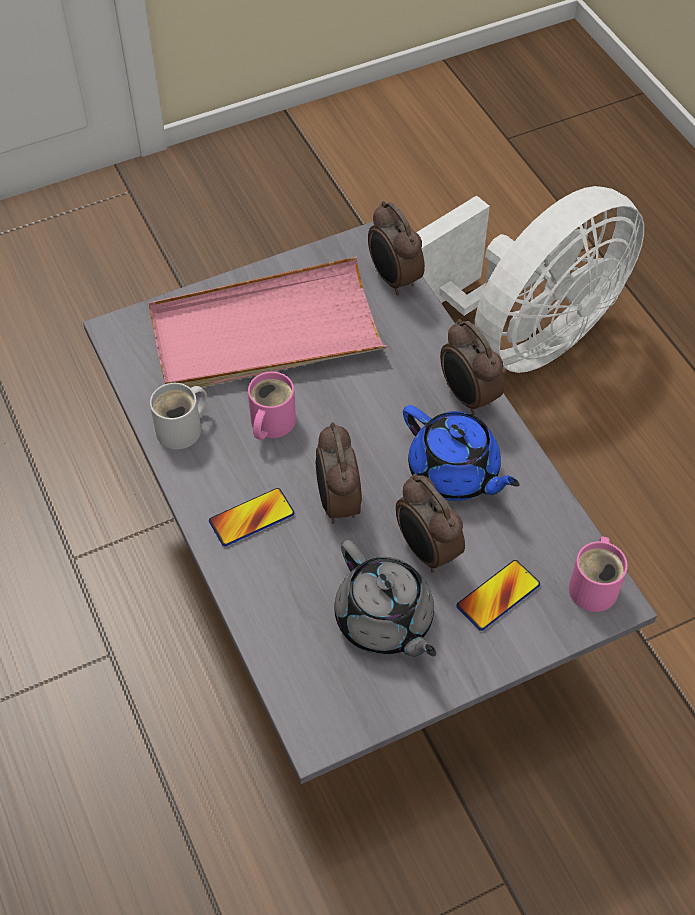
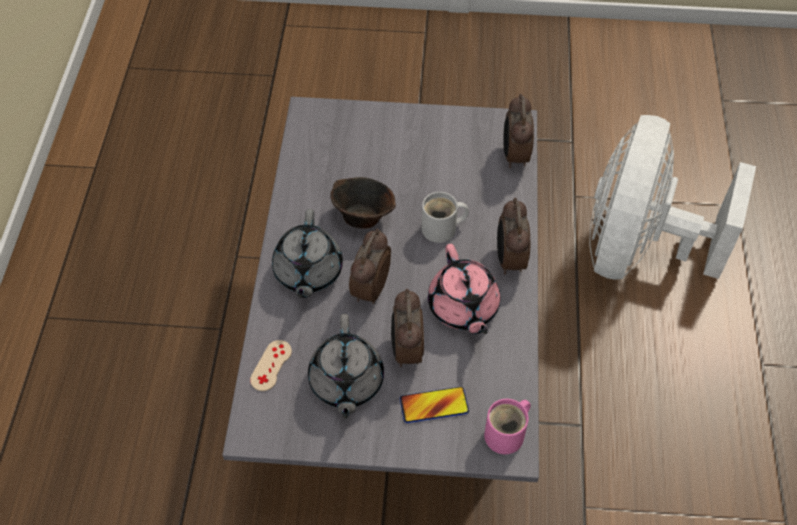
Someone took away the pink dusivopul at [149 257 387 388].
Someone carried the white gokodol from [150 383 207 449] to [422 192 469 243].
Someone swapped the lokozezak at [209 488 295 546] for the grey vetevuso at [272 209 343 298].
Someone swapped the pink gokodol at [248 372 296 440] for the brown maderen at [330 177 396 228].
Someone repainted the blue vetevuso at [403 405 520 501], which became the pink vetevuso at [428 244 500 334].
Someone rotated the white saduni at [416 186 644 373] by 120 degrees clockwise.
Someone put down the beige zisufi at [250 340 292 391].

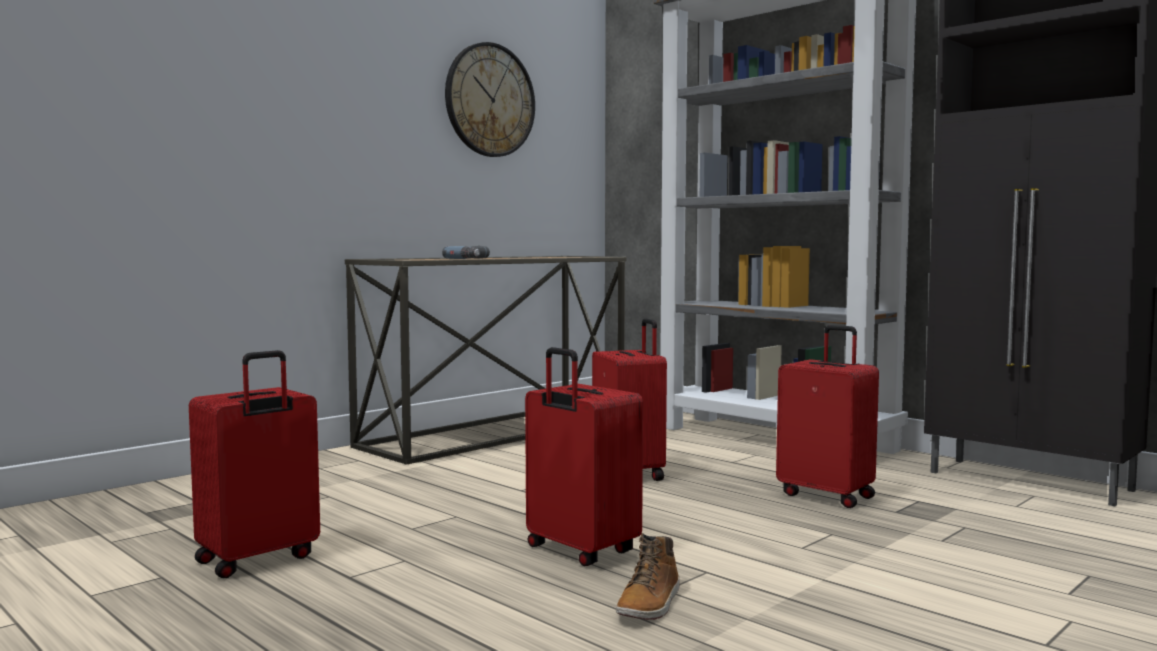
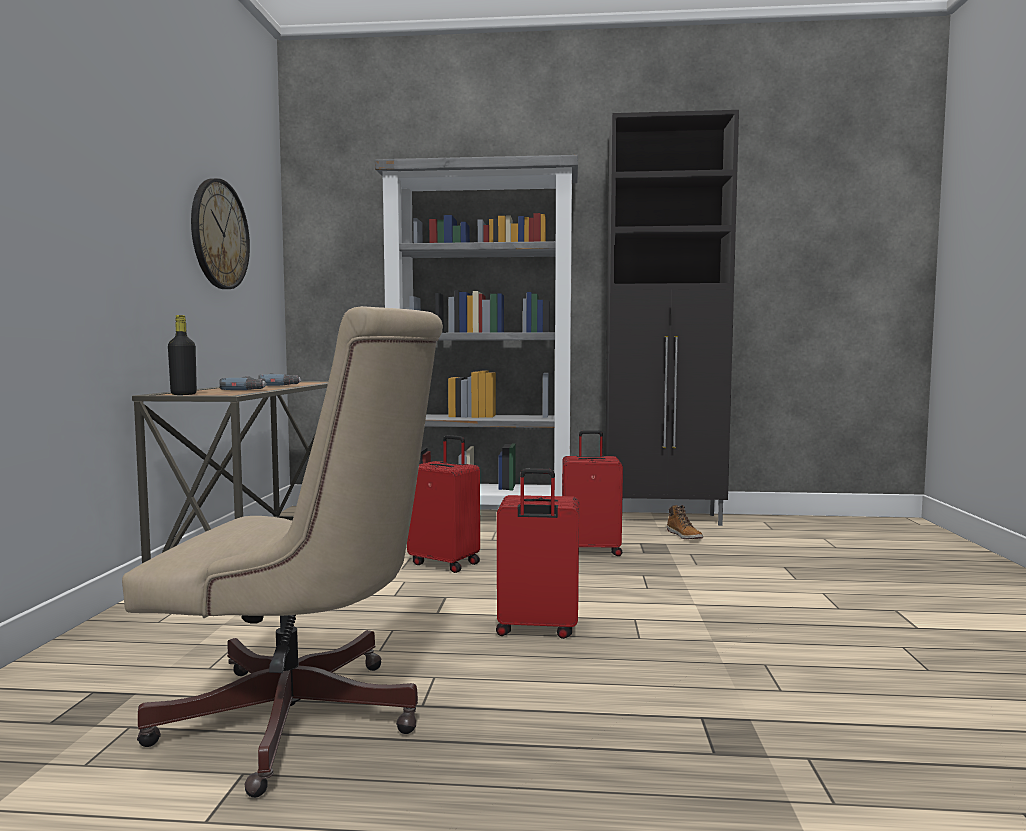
Someone swapped the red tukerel at [189 350 320 578] for the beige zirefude at [122 306 443 798].
Someone carried the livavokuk from [616 533 680 620] to [667 505 703 539].
Someone put down the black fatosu at [168 315 197 395].
Someone put down the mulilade at [258 373 301 386].

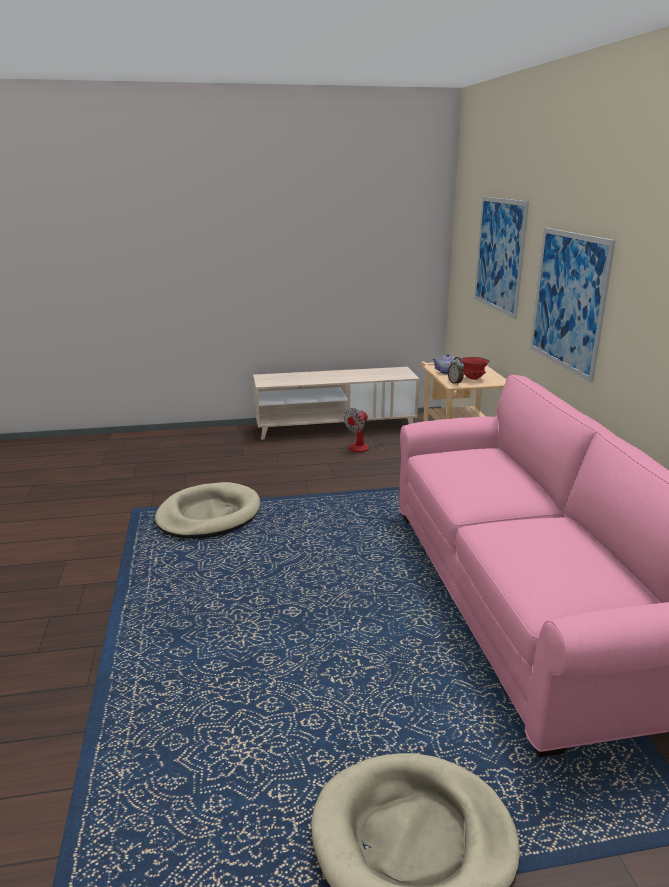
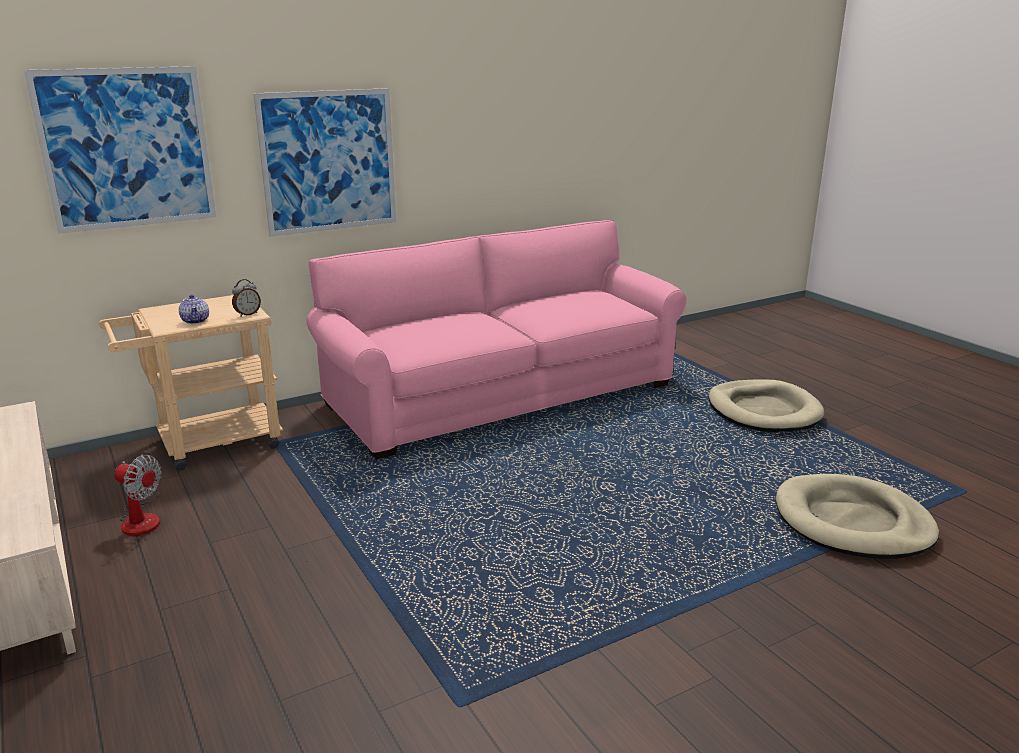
Someone carried the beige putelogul from [155 482 260 538] to [776 474 939 559].
Someone took away the red maderen at [461 357 490 380].

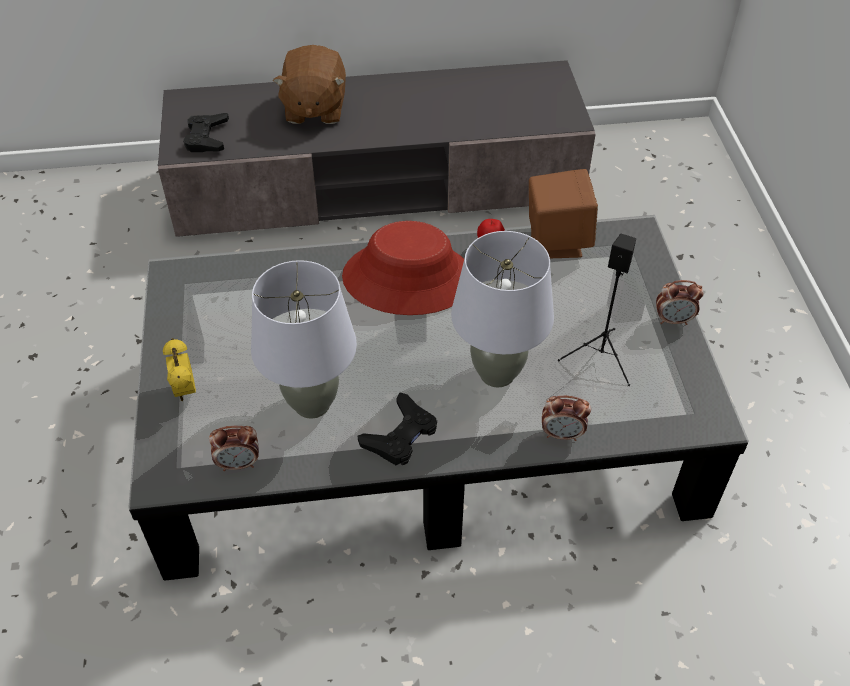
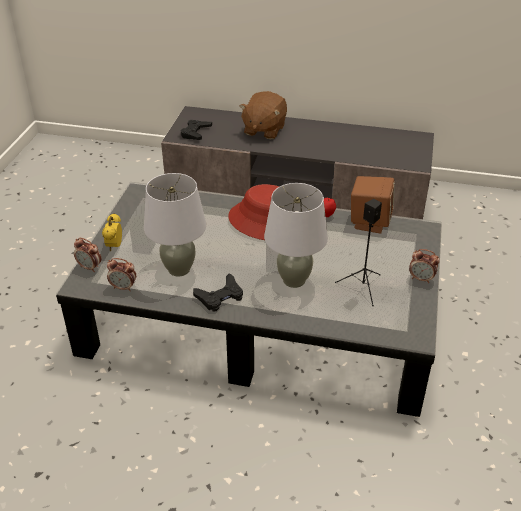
Someone carried the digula from [542 396 591 441] to [74 238 101 272].

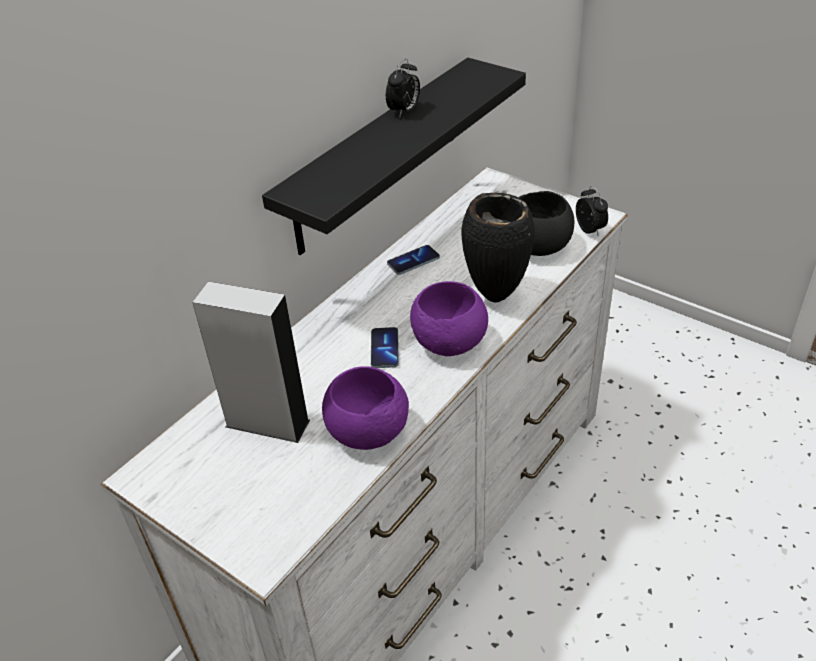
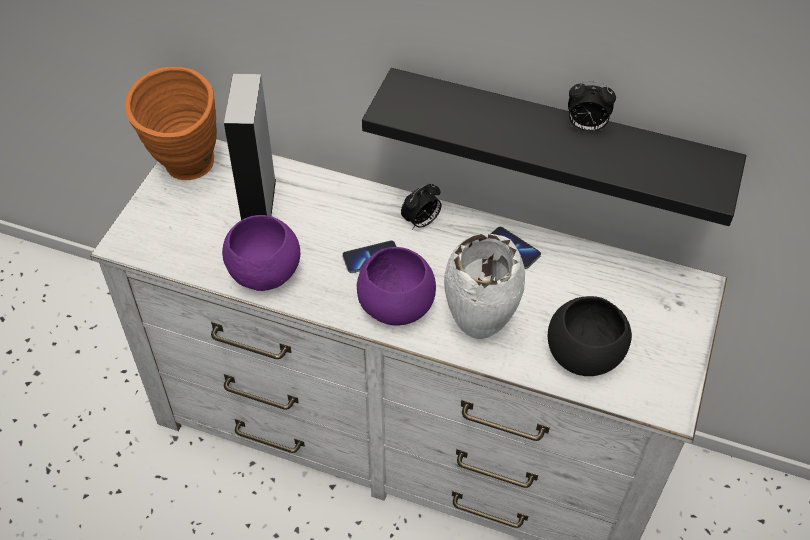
Someone repainted the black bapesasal at [461 193 535 302], which became the white bapesasal at [444 234 525 339].
Someone carried the digula from [576 186 608 236] to [401 183 441 230].
Someone put down the orange bapesasal at [125 67 217 180].

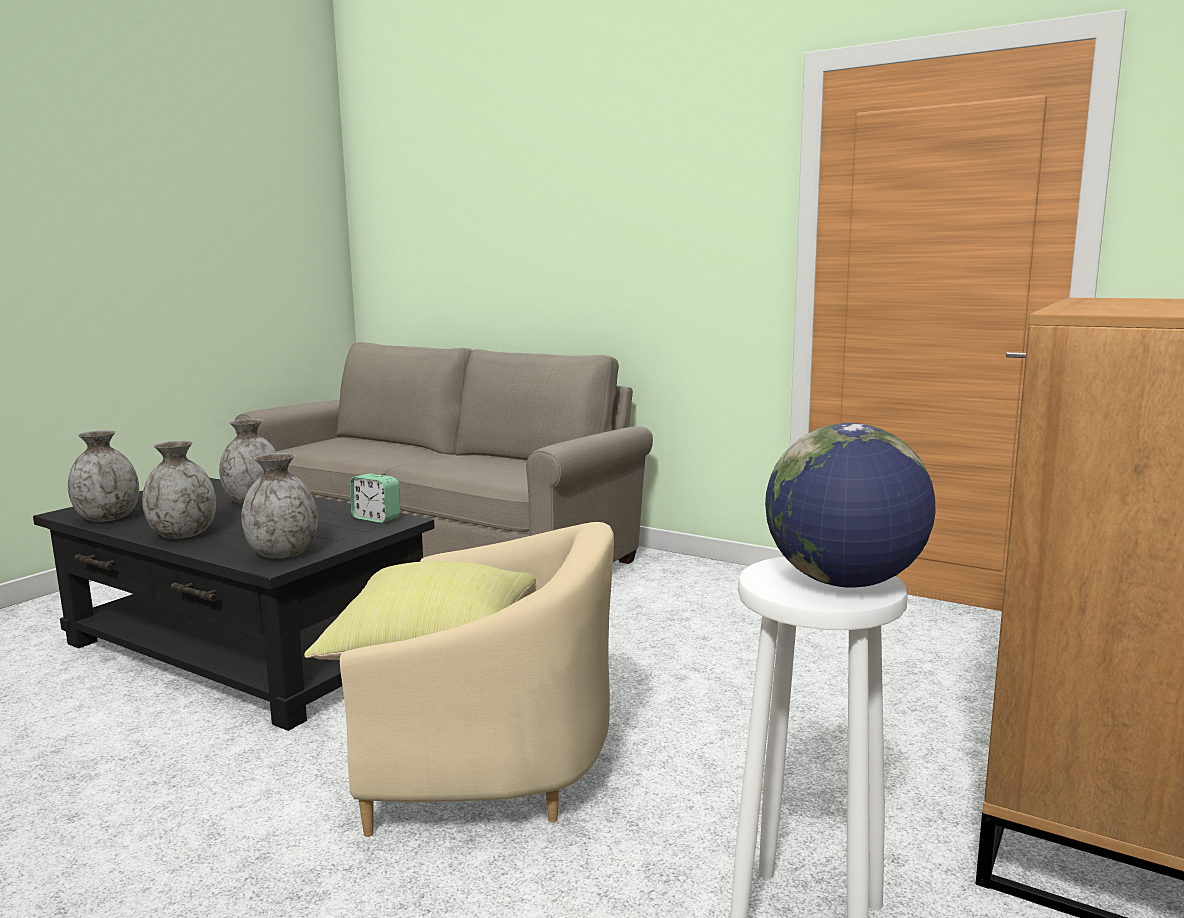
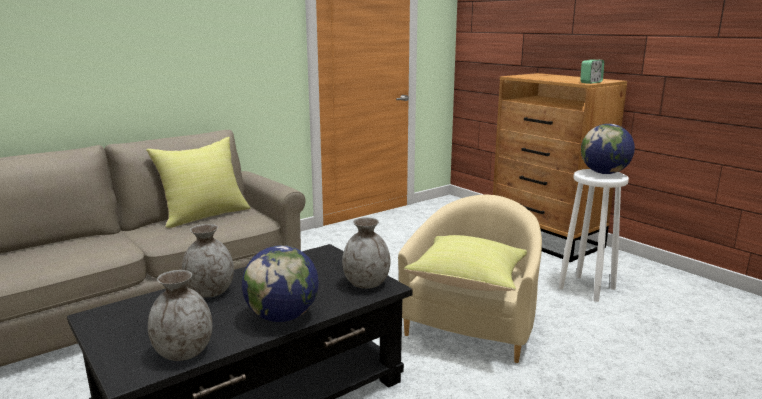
Someone swapped the grey bapesasal at [142 441 216 539] for the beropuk at [242 245 319 322].
Someone carried the digula from [350 473 400 523] to [580 59 604 84].
Someone put down the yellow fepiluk at [146 137 251 228].

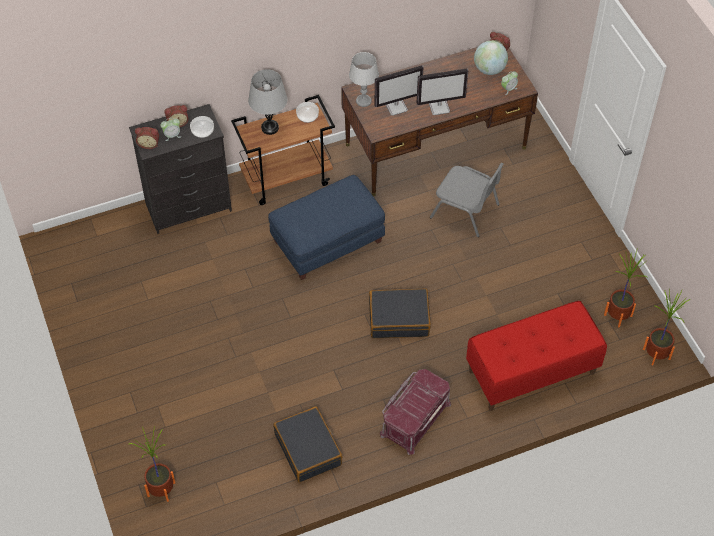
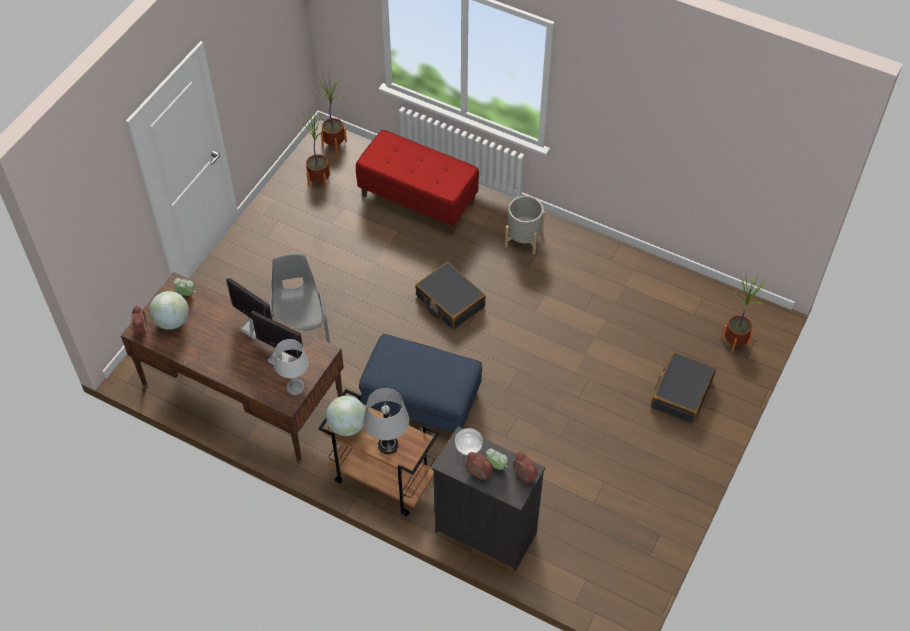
Someone carried the black tukerel from [273 406 343 483] to [651 352 716 424].
Someone swapped the maderen at [296 102 319 123] for the beropuk at [326 396 365 436].
Someone swapped the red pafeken at [380 369 451 455] for the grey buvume at [505 196 545 254].

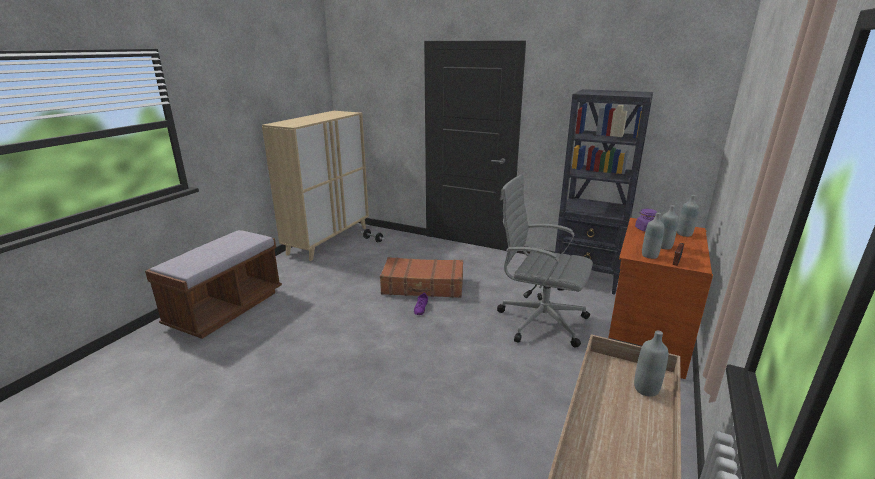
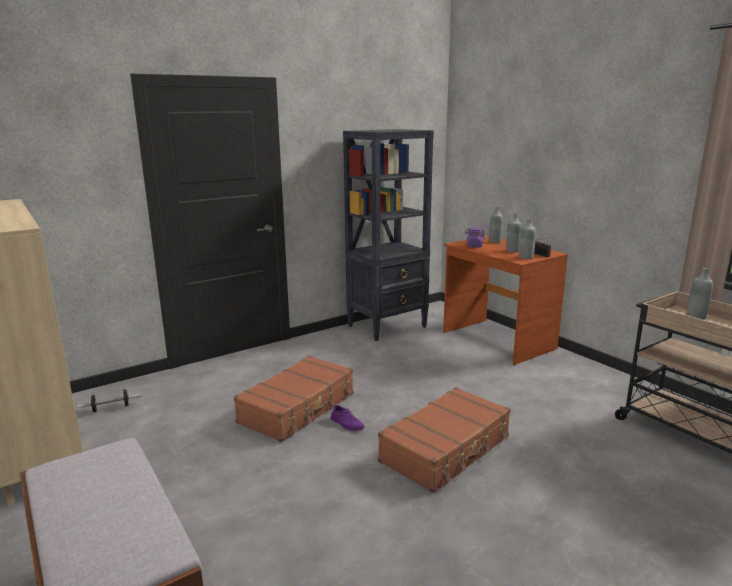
Someone took away the grey zirefude at [497 175 593 348].
Someone put down the brown tukerel at [378 387 511 493].

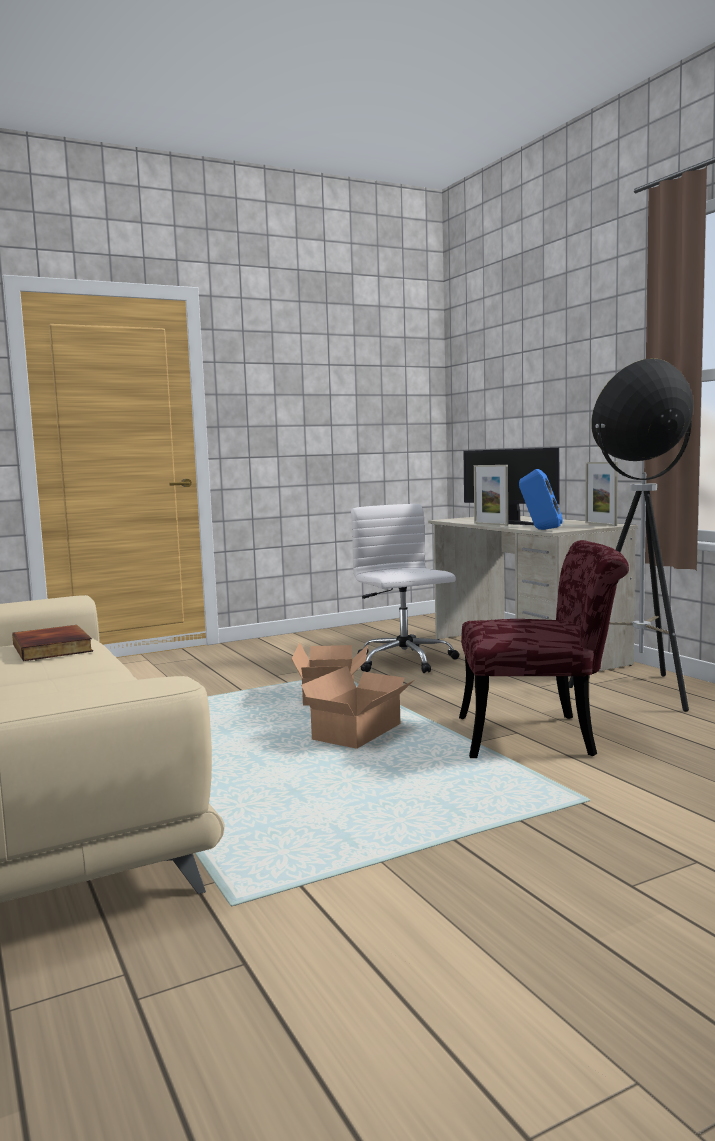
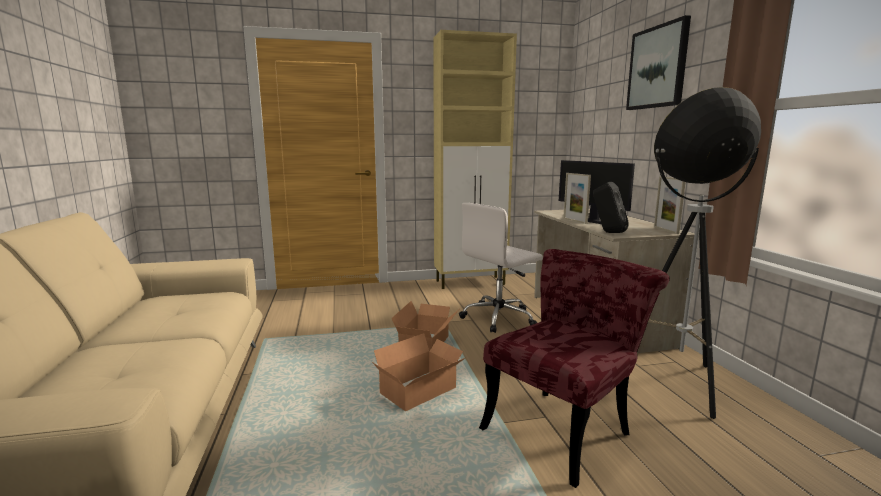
Someone took away the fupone at [12 625 93 661].
Someone rotated the white zirefude at [351 504 459 673] by 120 degrees counterclockwise.
Someone rotated the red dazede at [459 540 629 758] by 60 degrees counterclockwise.
Someone repainted the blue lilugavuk at [519 469 563 530], which became the black lilugavuk at [593 182 629 233].
Someone put down the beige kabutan at [433 30 517 289].
Someone put up the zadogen at [626 15 691 110].

